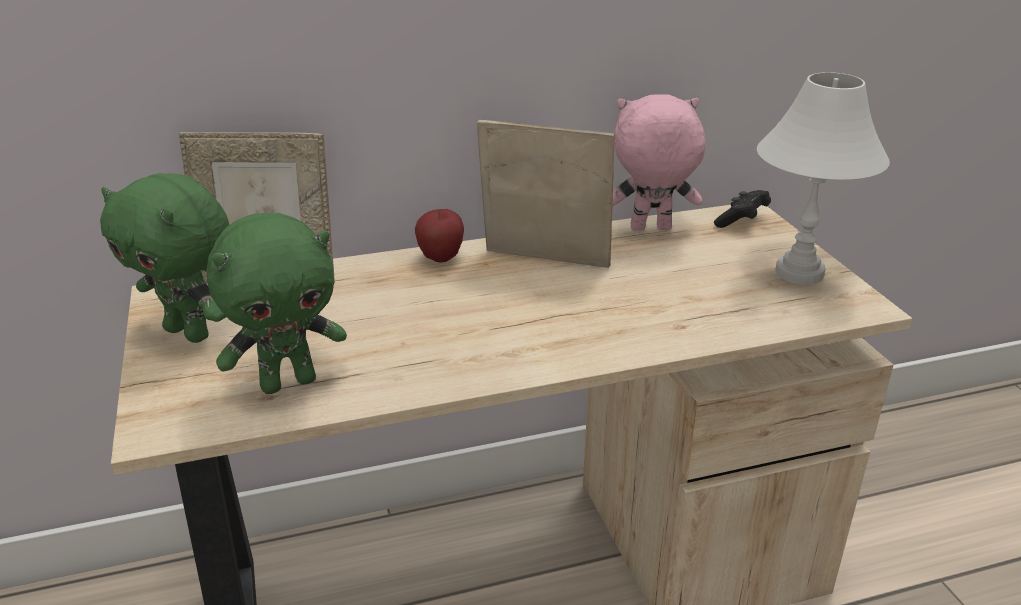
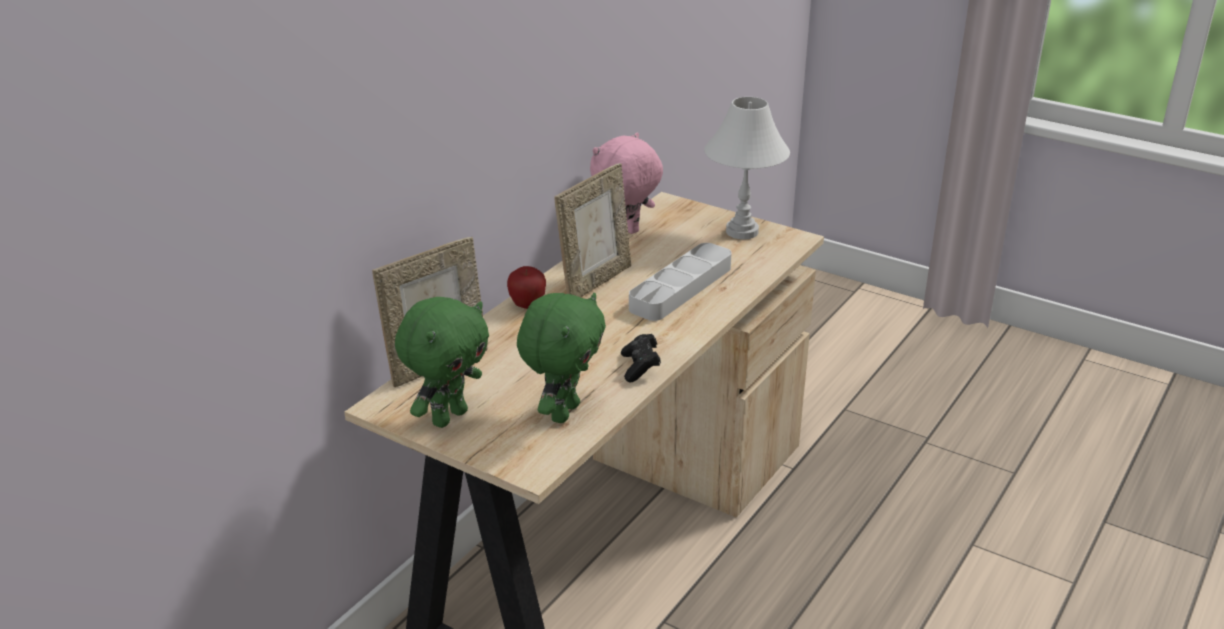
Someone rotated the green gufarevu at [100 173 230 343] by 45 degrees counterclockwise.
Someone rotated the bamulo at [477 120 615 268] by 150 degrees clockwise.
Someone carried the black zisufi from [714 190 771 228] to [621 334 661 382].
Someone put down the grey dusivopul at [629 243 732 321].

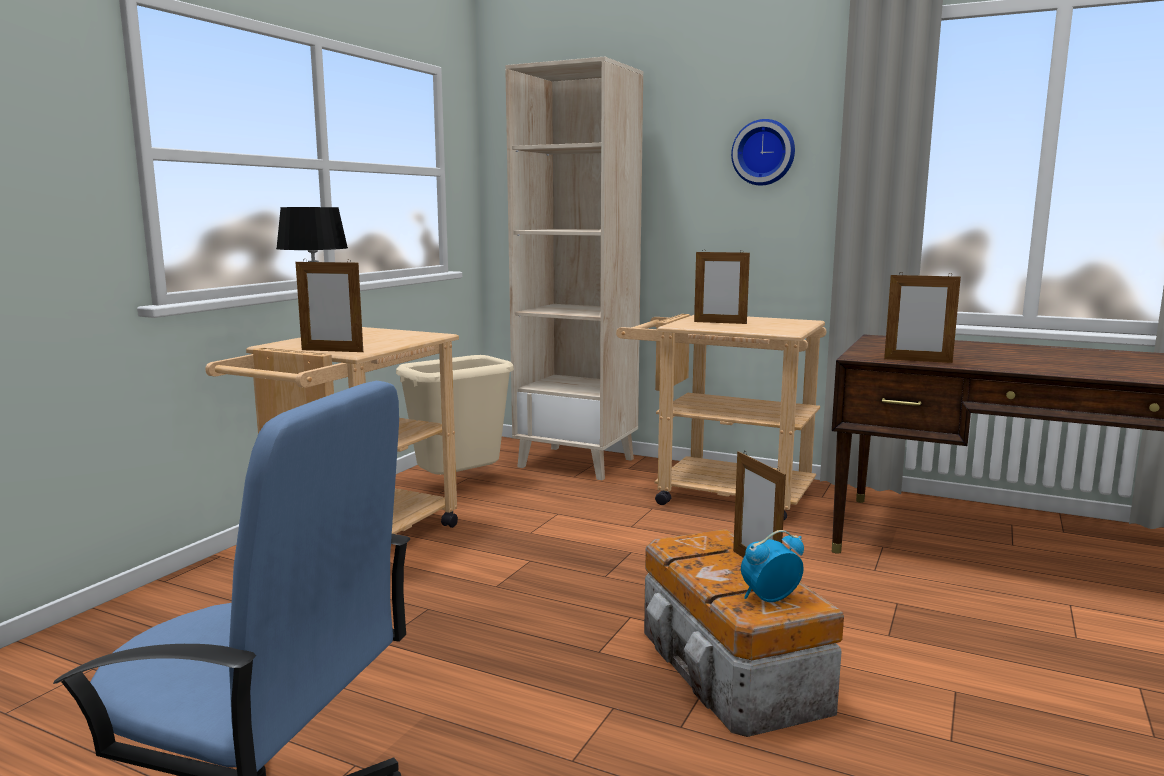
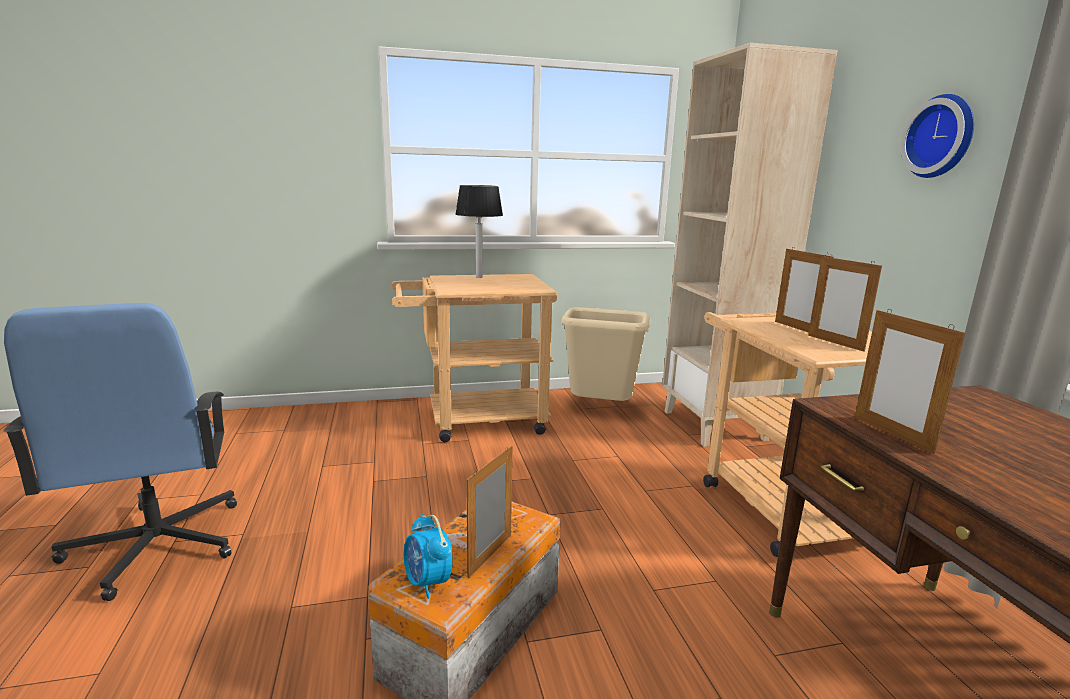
Someone carried the bamulo from [295 259 363 352] to [808 255 882 352].
Someone rotated the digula at [741 530 804 602] by 150 degrees counterclockwise.

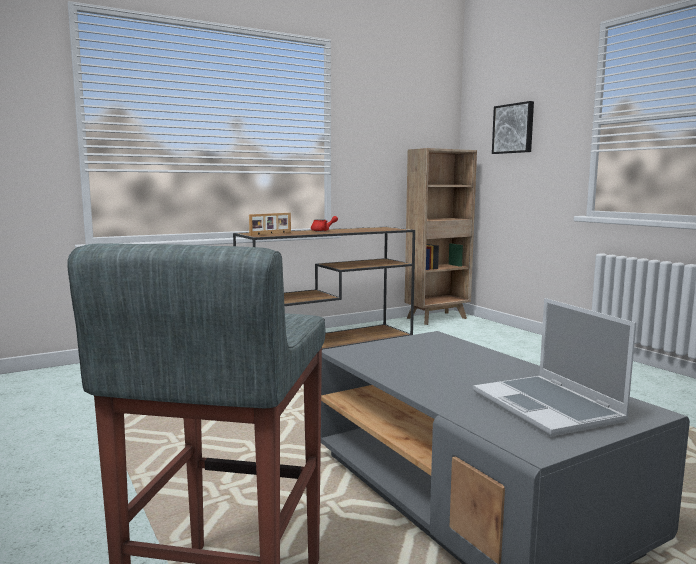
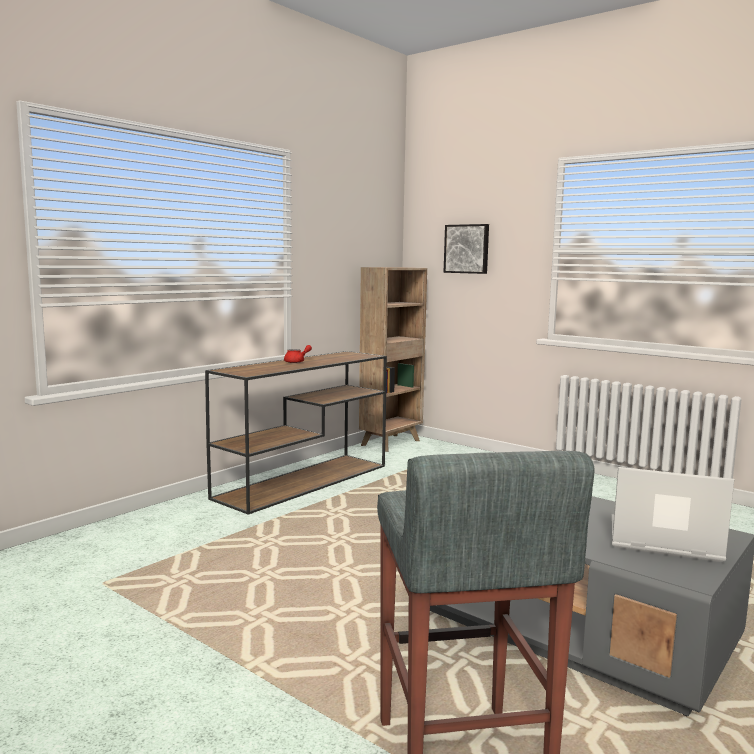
Someone took away the bamulo at [249 213 291 236].
Someone rotated the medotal at [473 298 636 437] by 150 degrees clockwise.

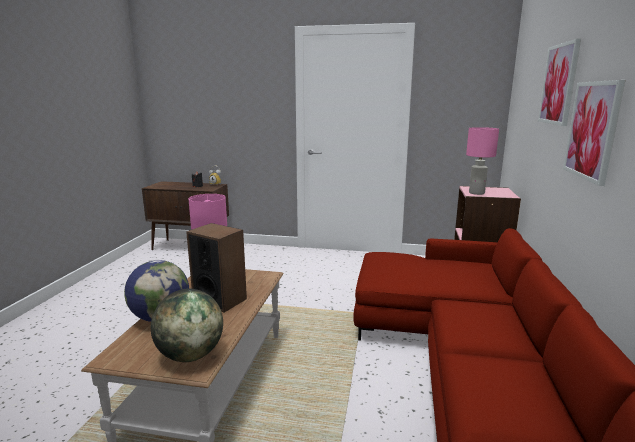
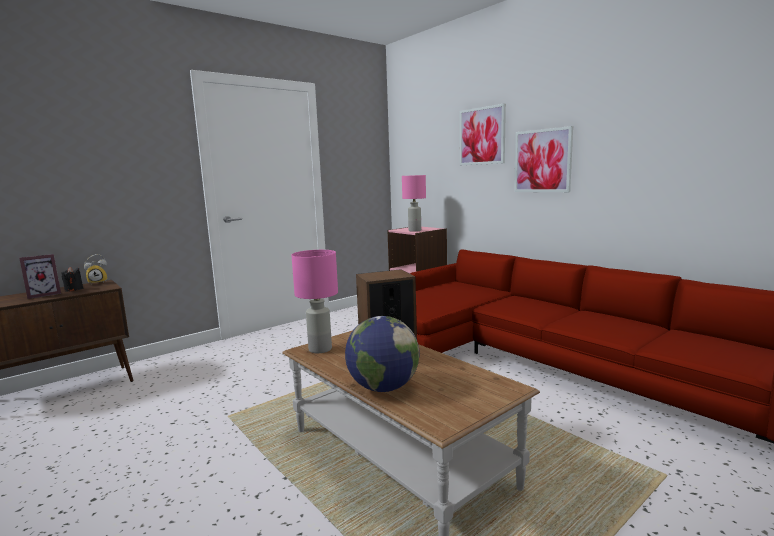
Someone took away the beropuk at [151 288 223 362].
Someone put down the bamulo at [19 254 61 299].

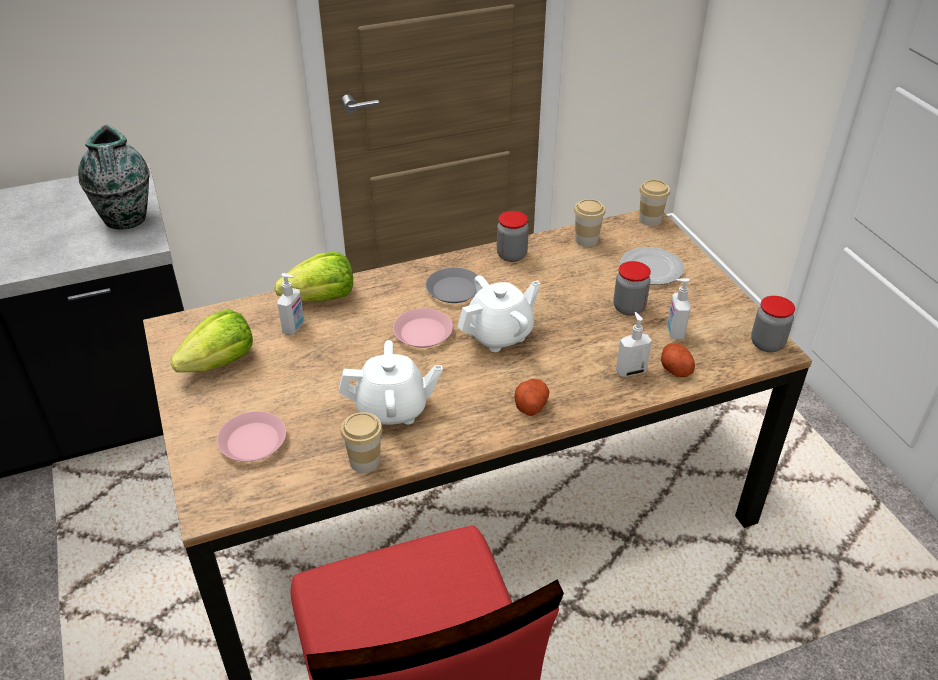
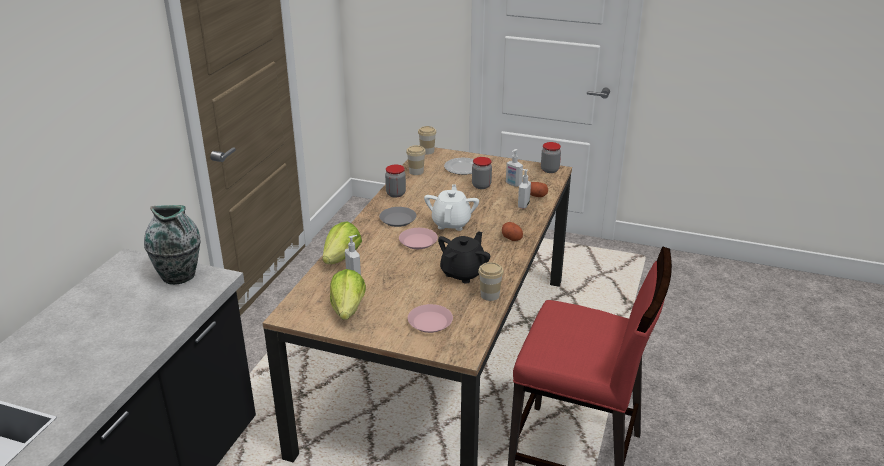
Someone repainted the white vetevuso at [339 340 443 425], which became the black vetevuso at [438 232 490 284].

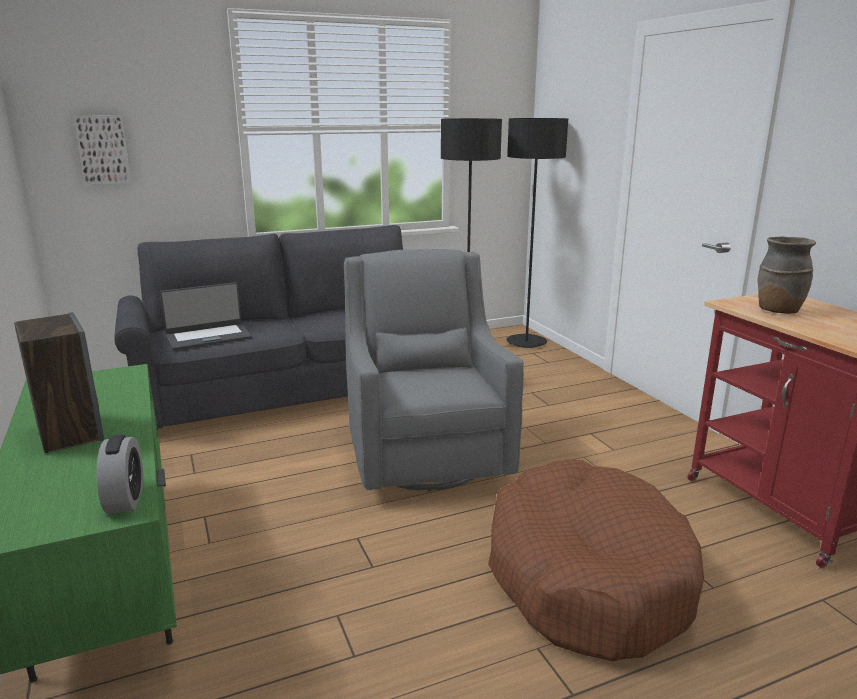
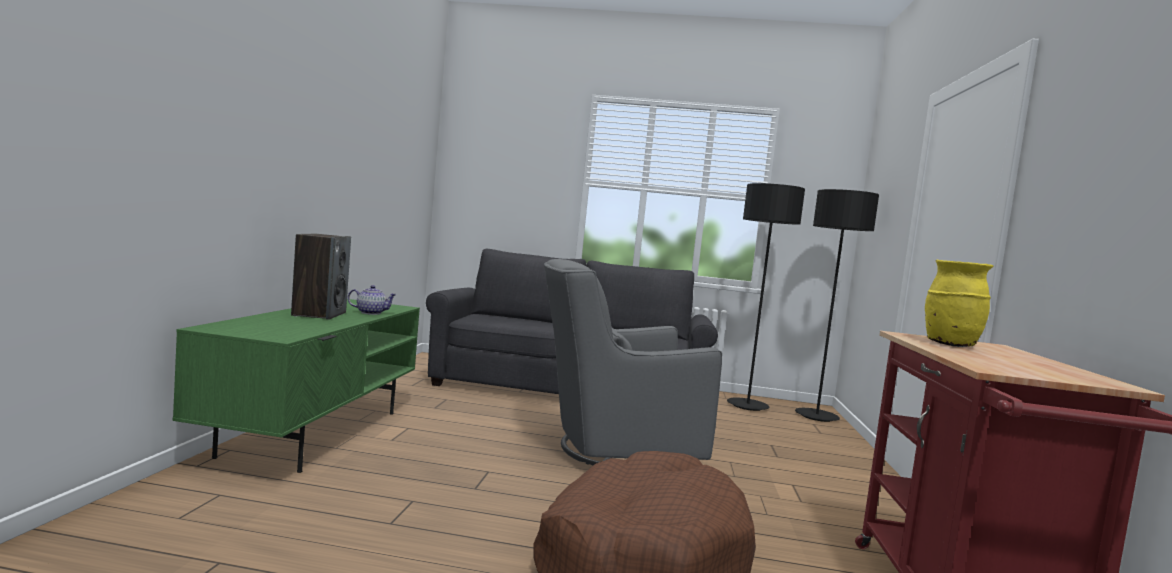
Someone took away the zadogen at [73 115 132 185].
Someone took away the digula at [97 435 143 514].
Someone took away the medotal at [160 282 252 350].
Someone rotated the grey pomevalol at [344 249 524 491] by 120 degrees counterclockwise.
Someone repainted the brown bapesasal at [758 237 816 314], which became the yellow bapesasal at [925 260 993 347].
Someone put down the vetevuso at [348 285 397 315].

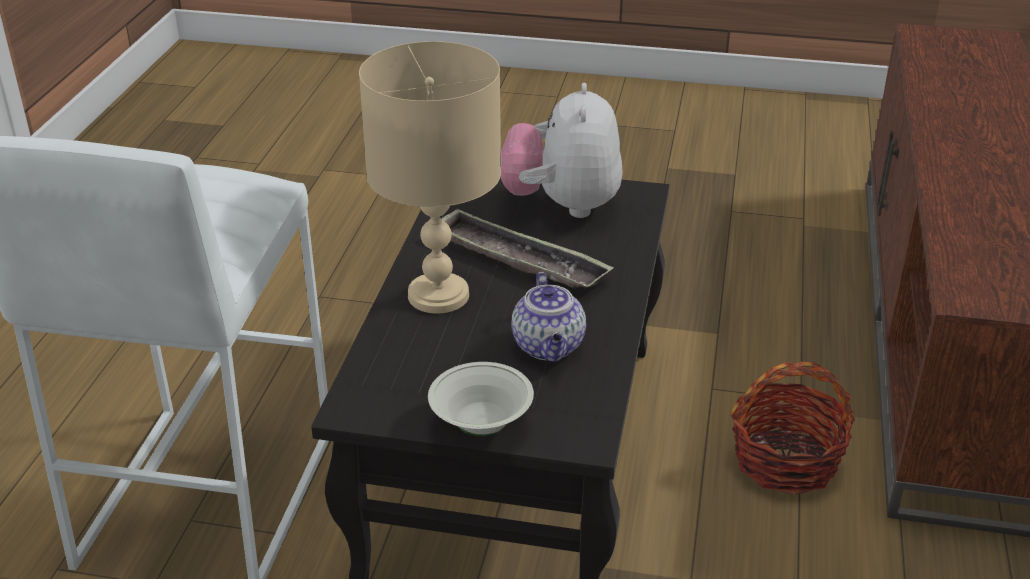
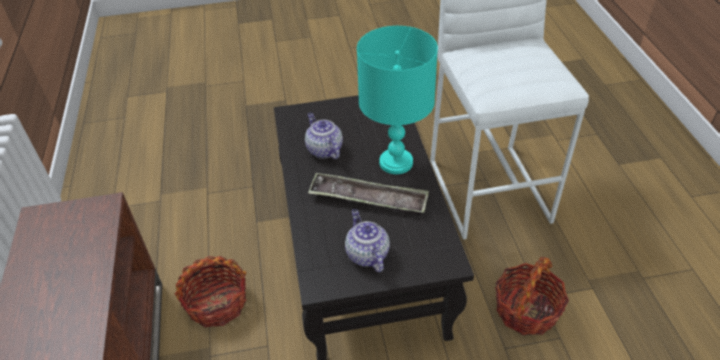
Someone repainted the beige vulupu at [359 41 501 313], which became the turquoise vulupu at [357 26 438 174].
Someone took away the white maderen at [428 362 534 436].
Someone swapped the gufarevu at [501 83 623 218] for the vetevuso at [345 209 390 272].
Someone put down the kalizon at [495 257 569 335].

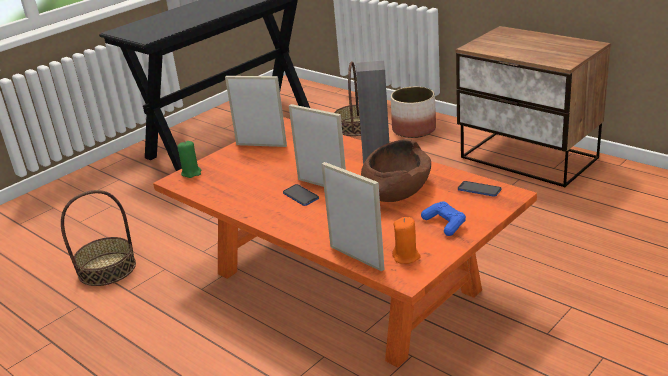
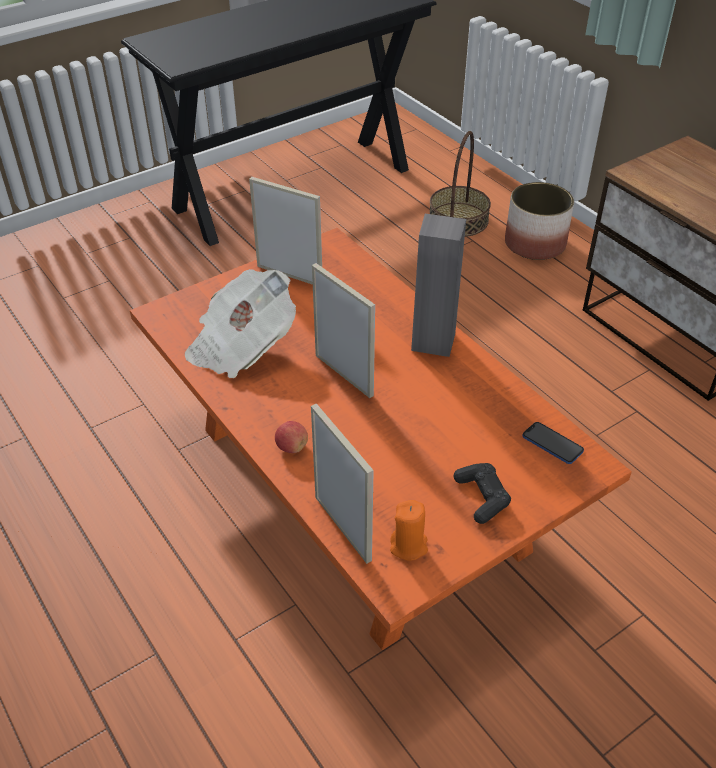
Someone took away the kalizon at [61 190 136 286].
Someone took away the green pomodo at [177 141 201 178].
Someone took away the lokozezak at [283 184 319 206].
Someone took away the brown maderen at [361 139 431 202].
Someone repainted the blue zisufi at [421 201 466 236], which became the black zisufi at [454 463 511 524].
Someone put down the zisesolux at [185 269 296 378].
Someone put down the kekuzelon at [275 421 308 453].

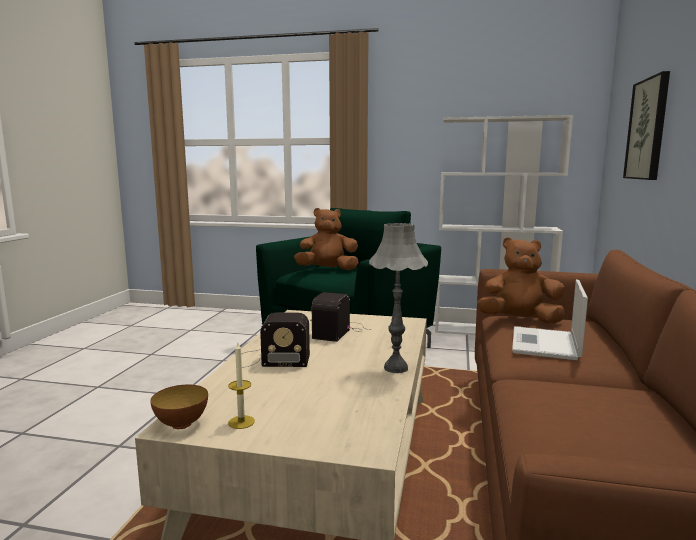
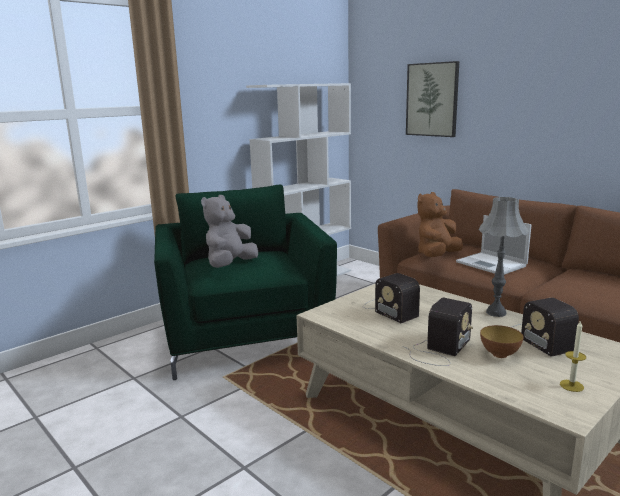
Someone carried the maderen from [150 385 208 429] to [480 325 523 358].
Someone repainted the brown gufarevu at [294 208 359 270], which became the grey gufarevu at [201 195 258 268].
Someone put down the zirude at [512 298 579 357].

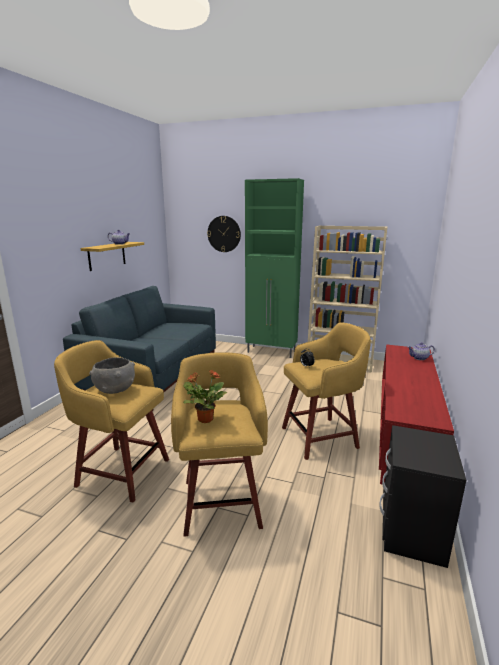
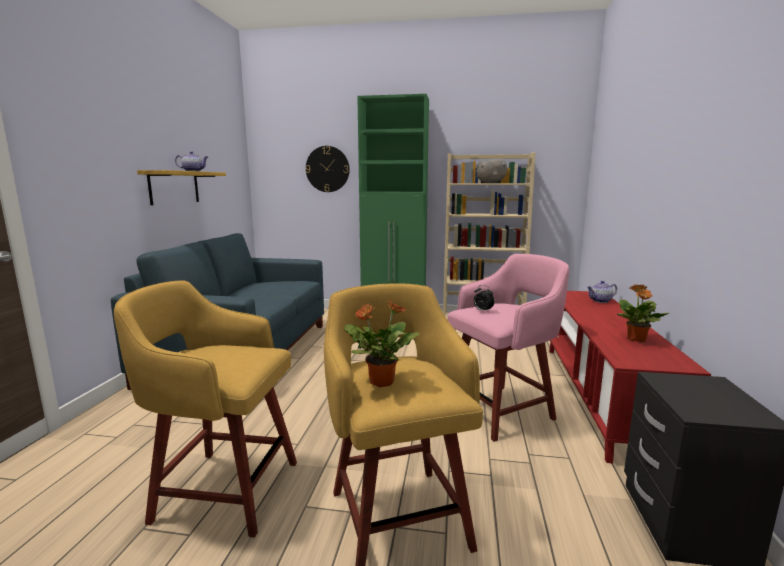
Someone carried the grey maderen from [89 357 135 394] to [477 160 507 183].
Someone repainted the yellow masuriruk at [282 322 371 460], which became the pink masuriruk at [447 254 569 442].
Someone put down the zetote at [617 284 668 342].

